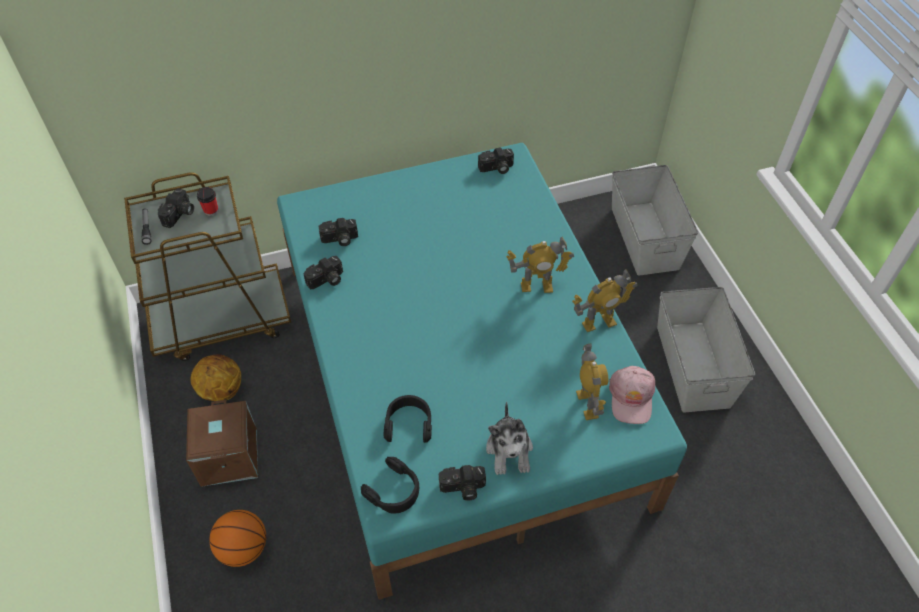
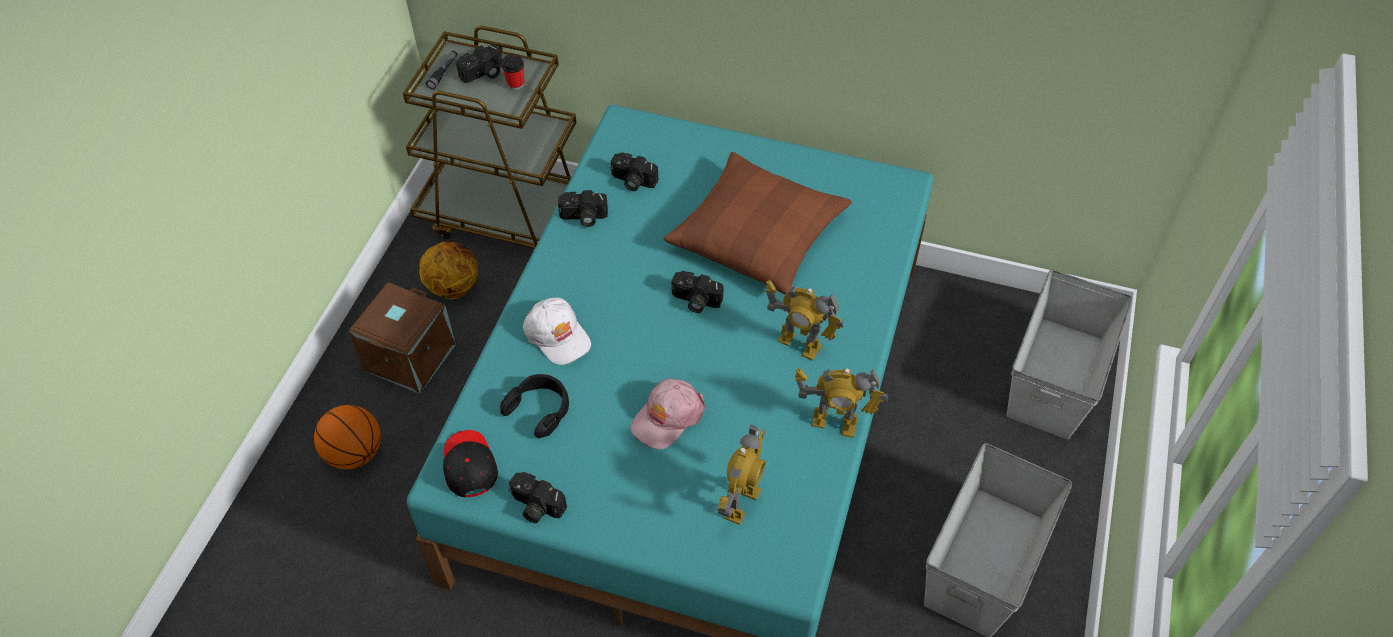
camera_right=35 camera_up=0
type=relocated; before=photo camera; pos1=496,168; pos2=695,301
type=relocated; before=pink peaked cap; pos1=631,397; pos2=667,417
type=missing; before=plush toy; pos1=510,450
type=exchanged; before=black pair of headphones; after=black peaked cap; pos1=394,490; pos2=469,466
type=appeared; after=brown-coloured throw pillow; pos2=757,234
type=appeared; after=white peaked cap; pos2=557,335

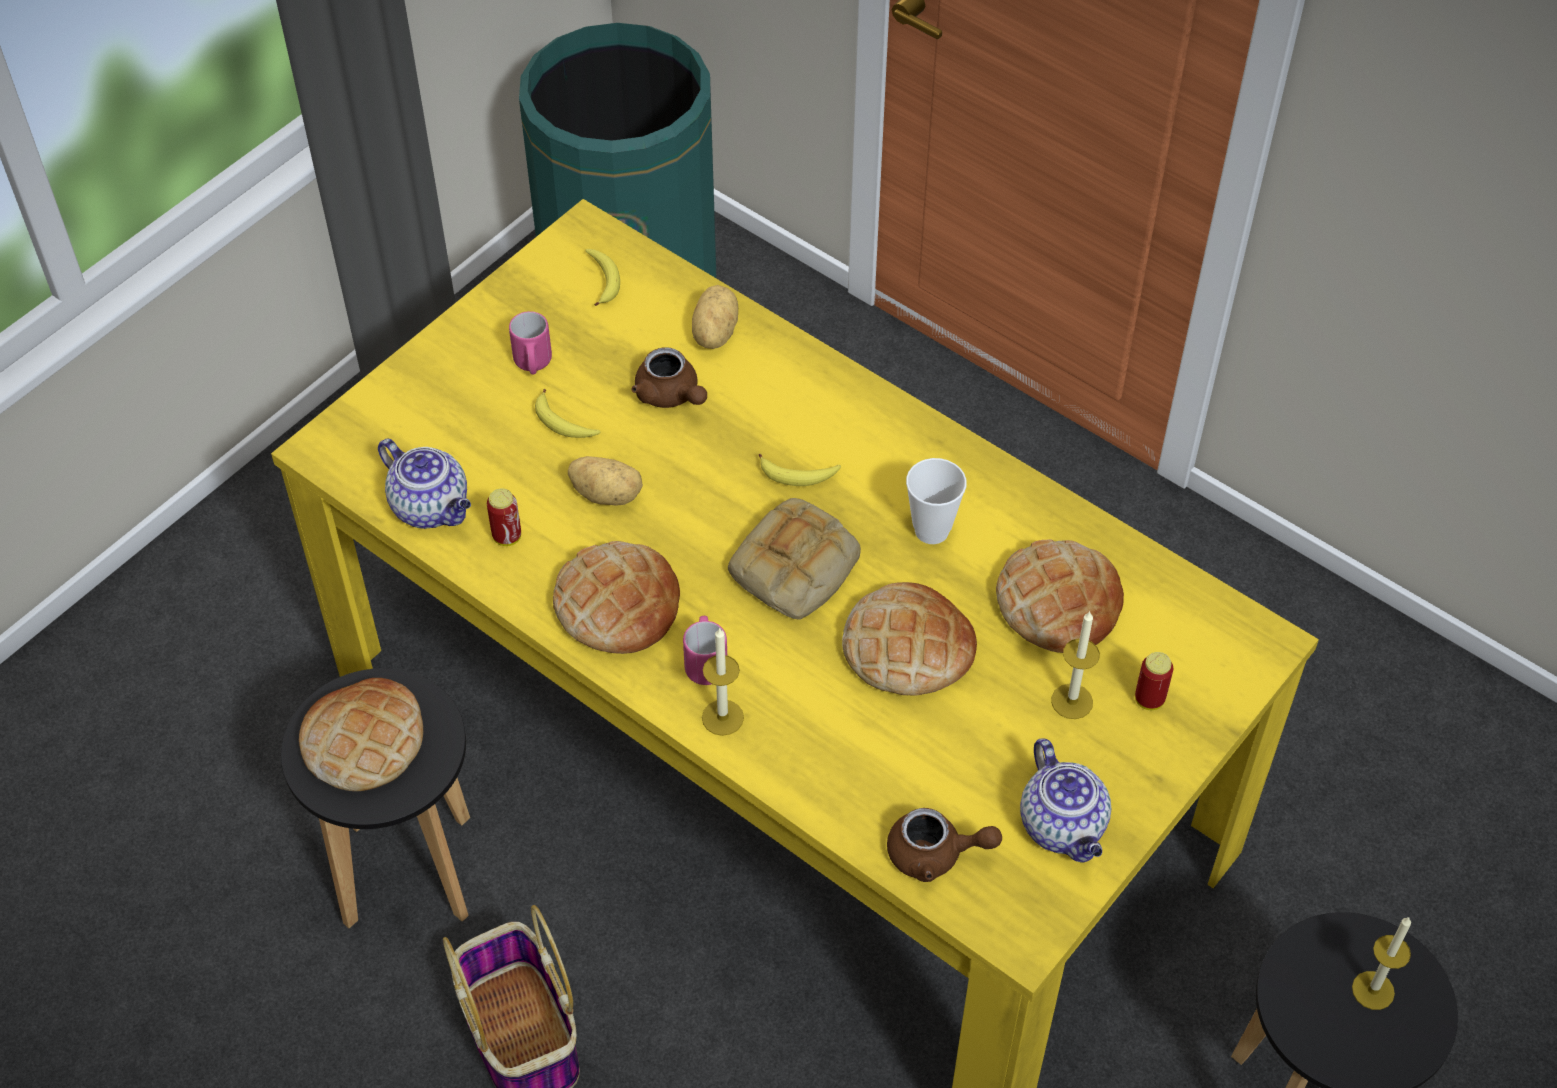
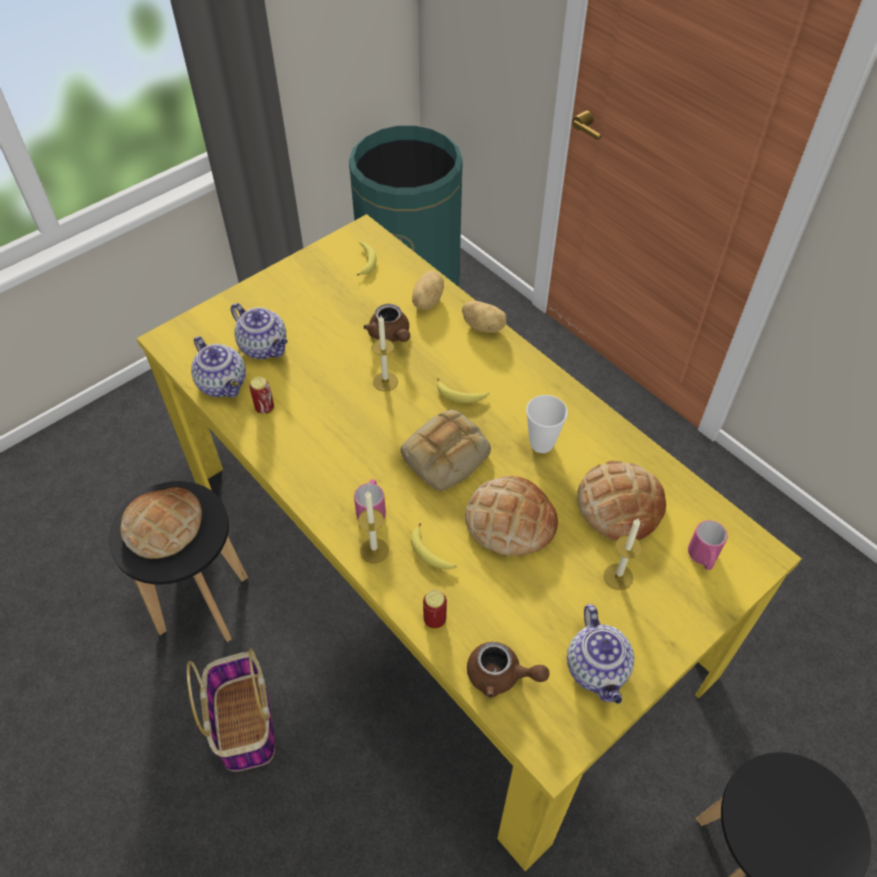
camera_right=10 camera_up=0
type=relocated; before=pink mug; pos1=533,364; pos2=703,558
type=relocated; before=whole banana; pos1=563,423; pos2=430,553
type=relocated; before=whole potato; pos1=607,493; pos2=484,326
type=missing; before=bakery bread; pos1=617,604
type=relocated; before=metal can; pos1=1149,699; pos2=435,620
type=relocated; before=wax light; pos1=1373,990; pos2=385,381
type=appeared; after=pot for tea; pos2=265,347

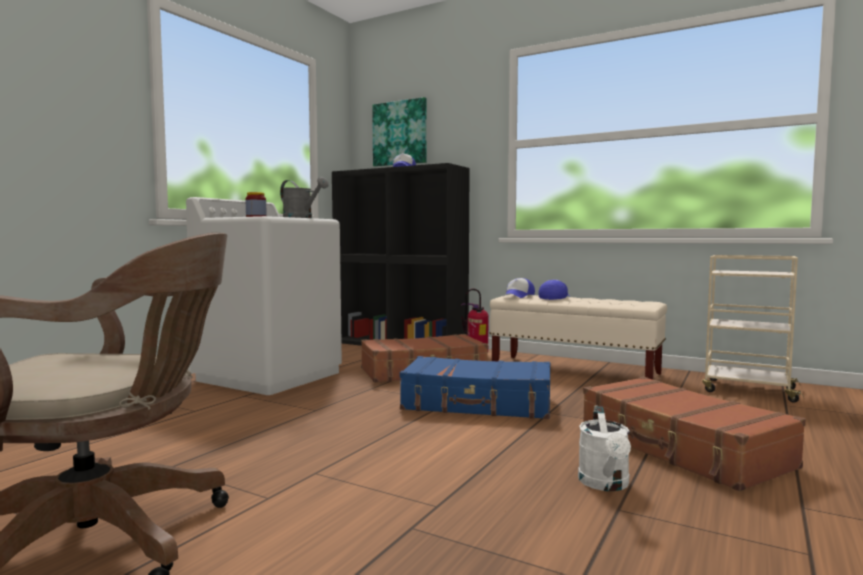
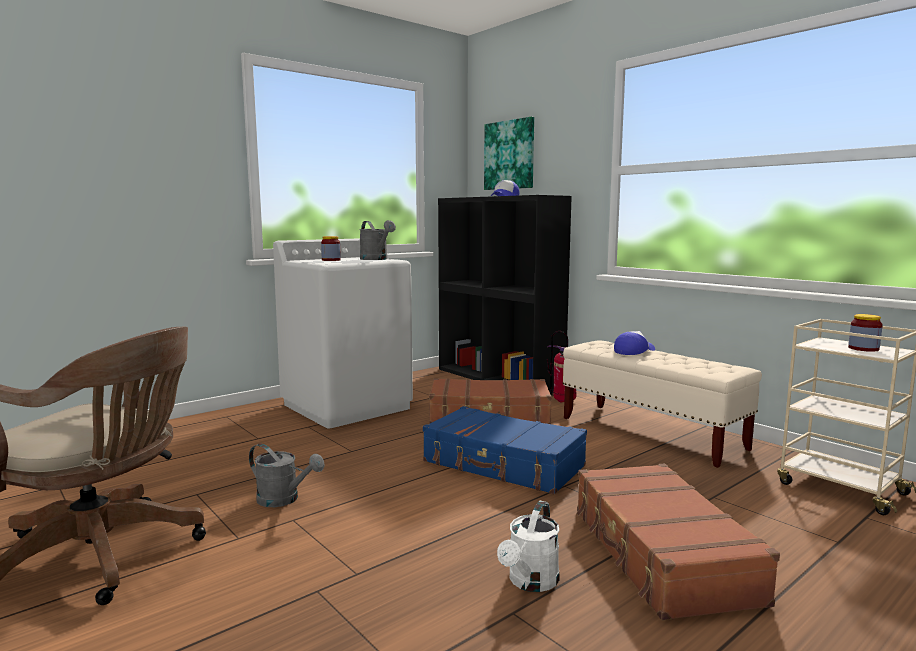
camera_right=20 camera_up=5
type=missing; before=peaked cap; pos1=518,296
type=appeared; after=jar; pos2=863,348
type=appeared; after=grey sprinkling can; pos2=284,500

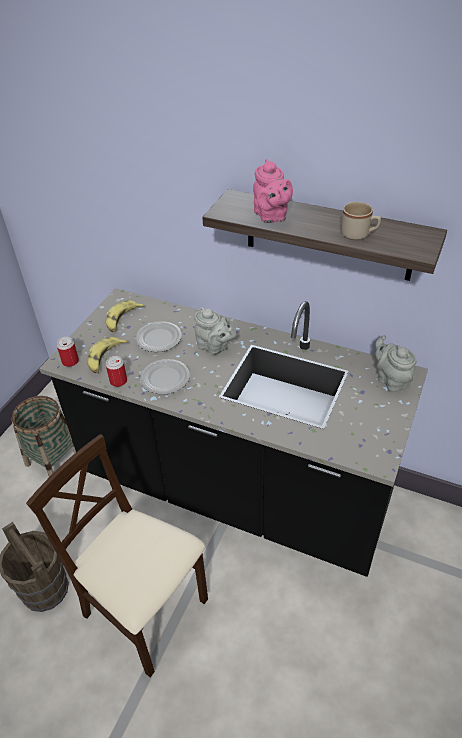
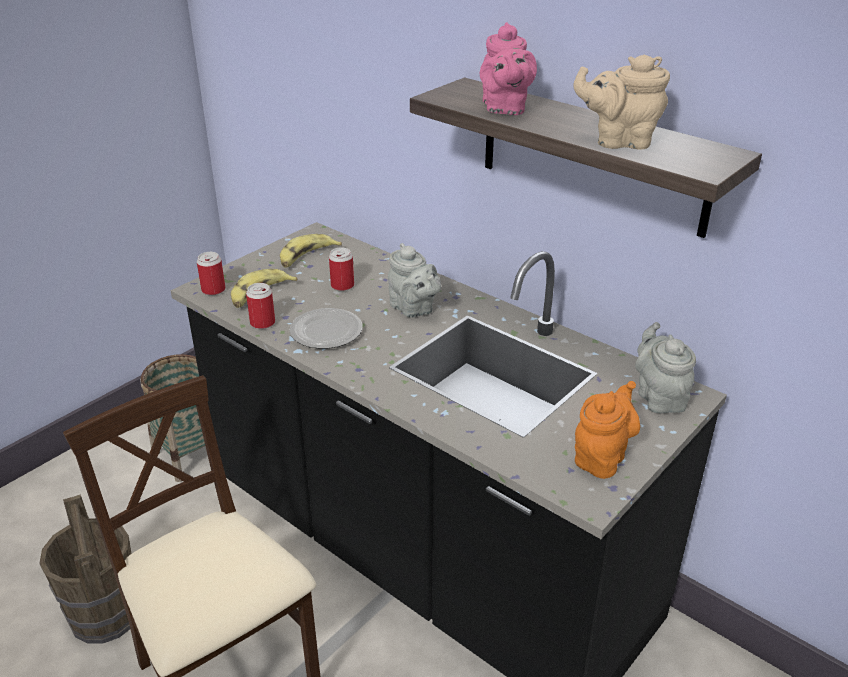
camera_right=15 camera_up=-10
type=exchanged; before=beige mug; after=beige pot for tea; pos1=359,235; pos2=619,141
type=exchanged; before=plate; after=metal can; pos1=158,338; pos2=342,286
type=appeared; after=orange-coloured pot for tea; pos2=602,457

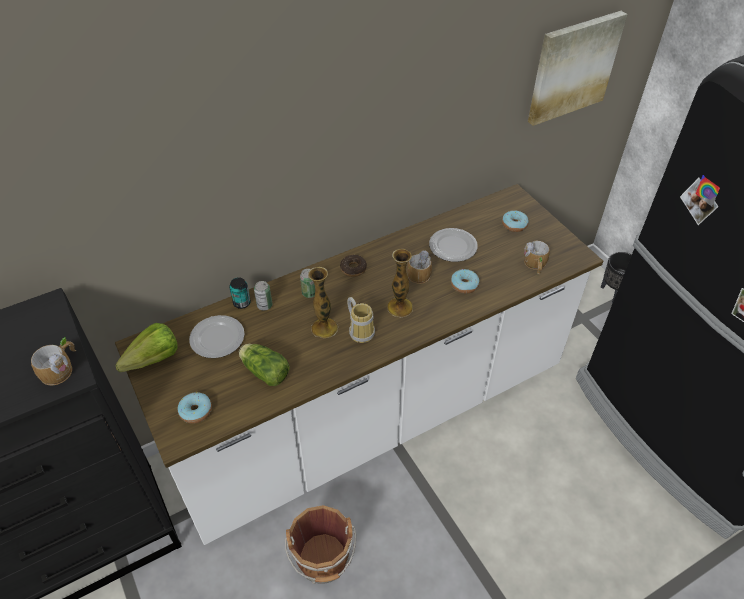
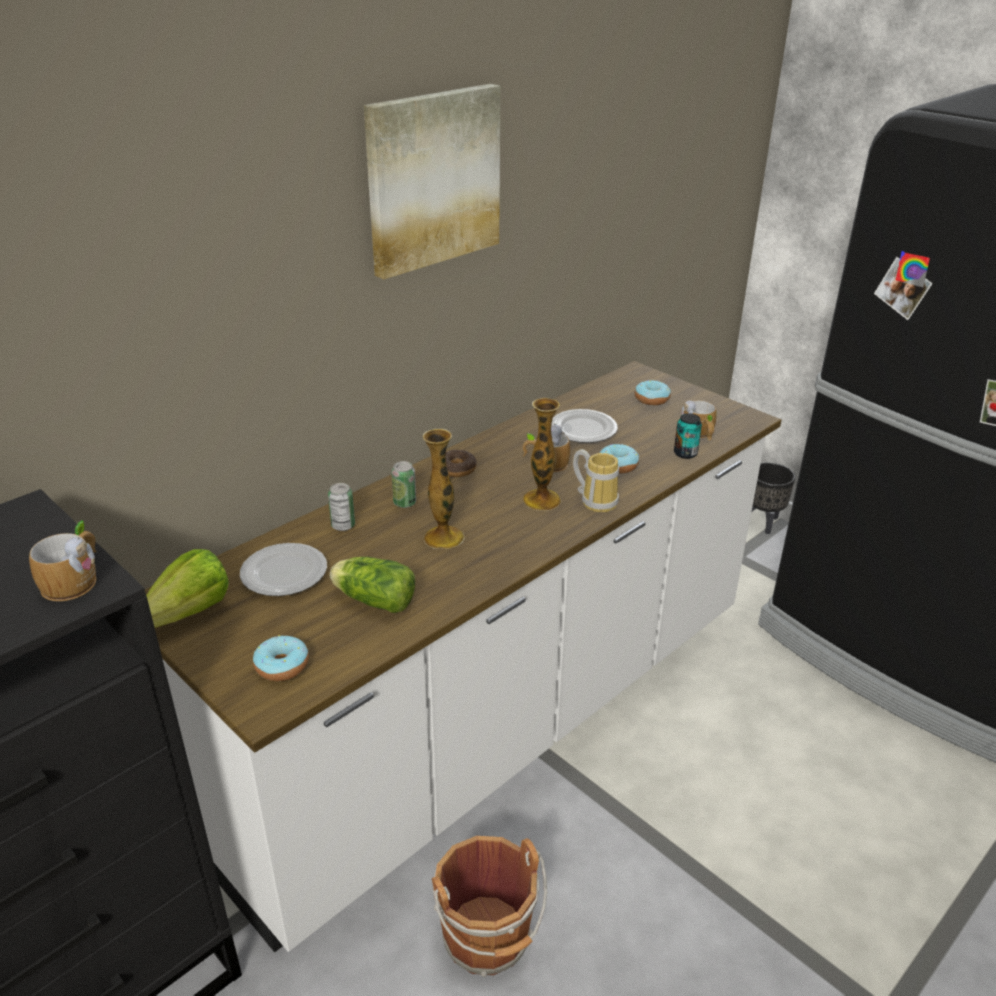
camera_right=-15 camera_up=-15
type=relocated; before=wall picture; pos1=572,67; pos2=432,179
type=relocated; before=metal can; pos1=242,303; pos2=685,453
type=relocated; before=mug; pos1=361,330; pos2=596,500

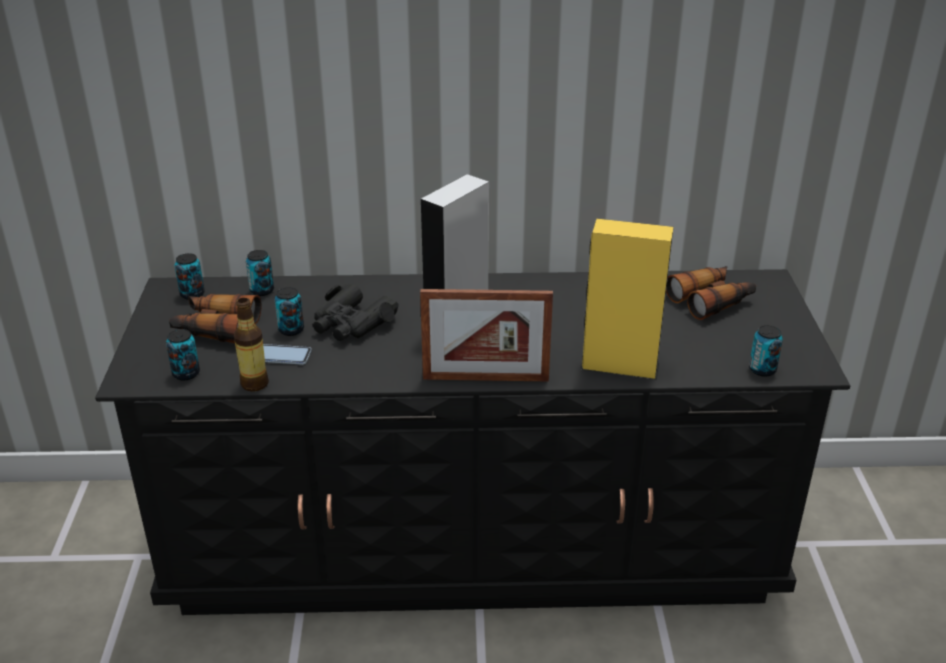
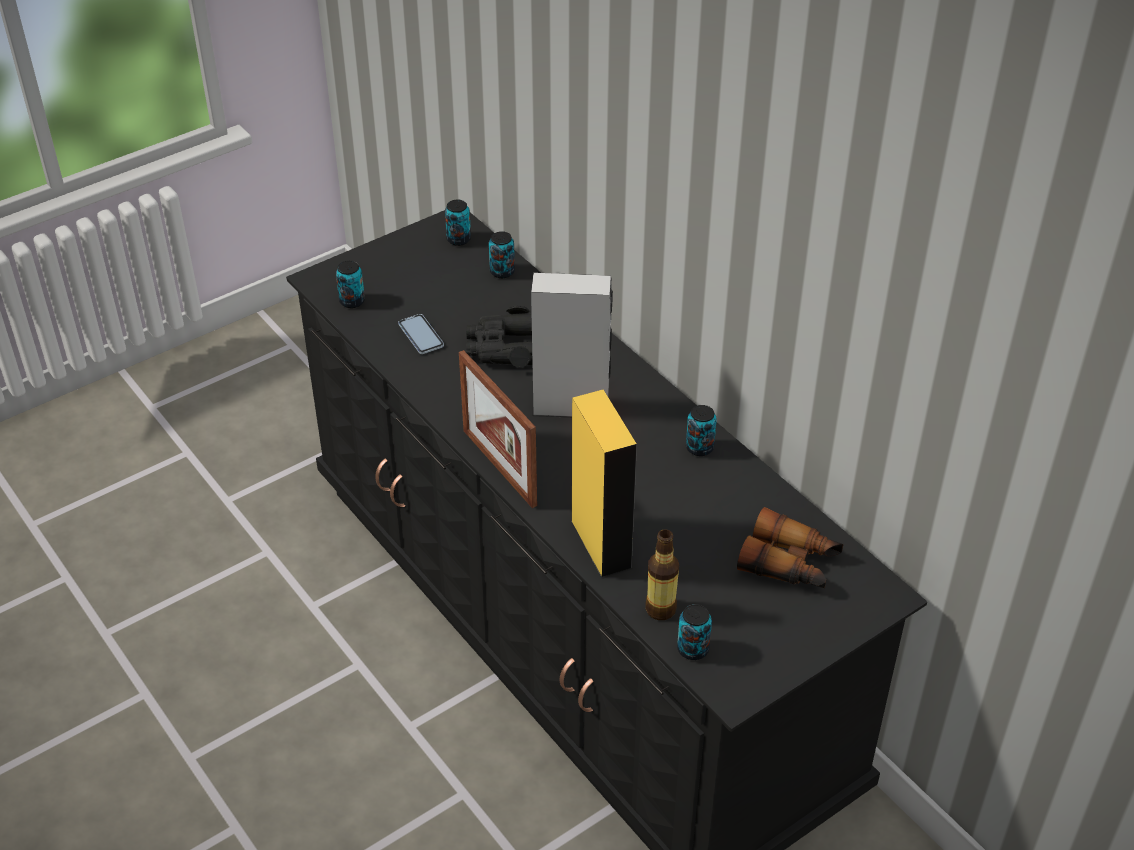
camera_right=55 camera_up=10
type=relocated; before=metal can; pos1=291,330; pos2=699,448
type=missing; before=pair of binoculars; pos1=216,328
type=relocated; before=bottle; pos1=254,384; pos2=660,609

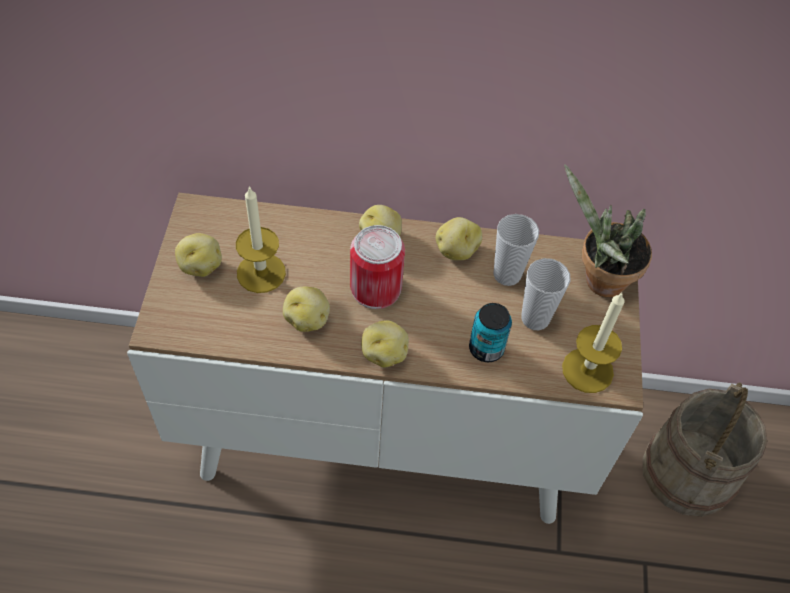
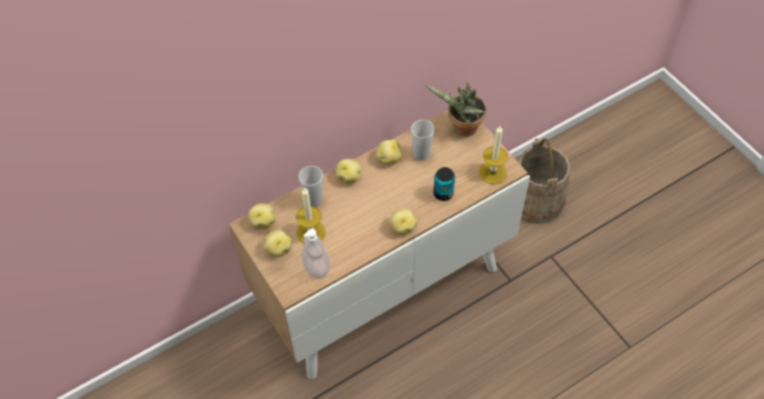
camera_right=-35 camera_up=0
type=missing; before=metal can; pos1=376,288
type=relocated; before=cup; pos1=535,318; pos2=314,200
type=relocated; before=whole potato; pos1=307,319; pos2=263,221
type=appeared; after=liquid soap bottle; pos2=316,267

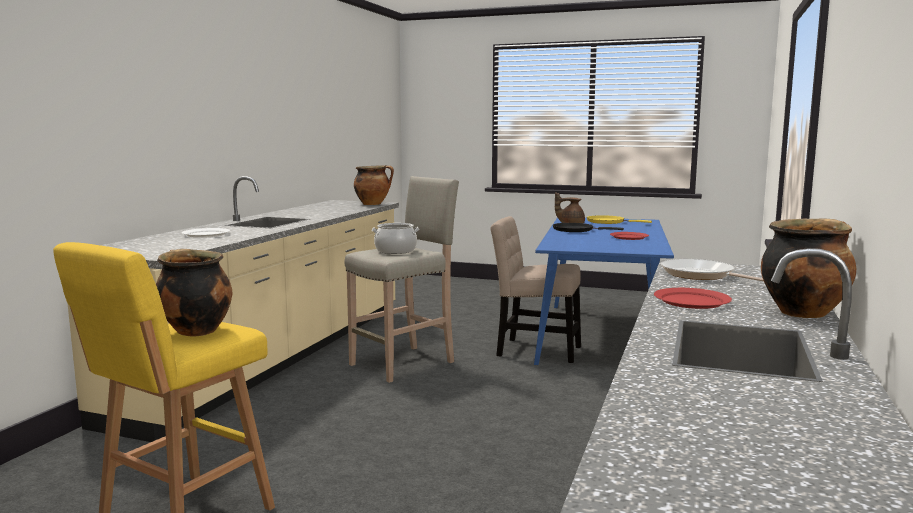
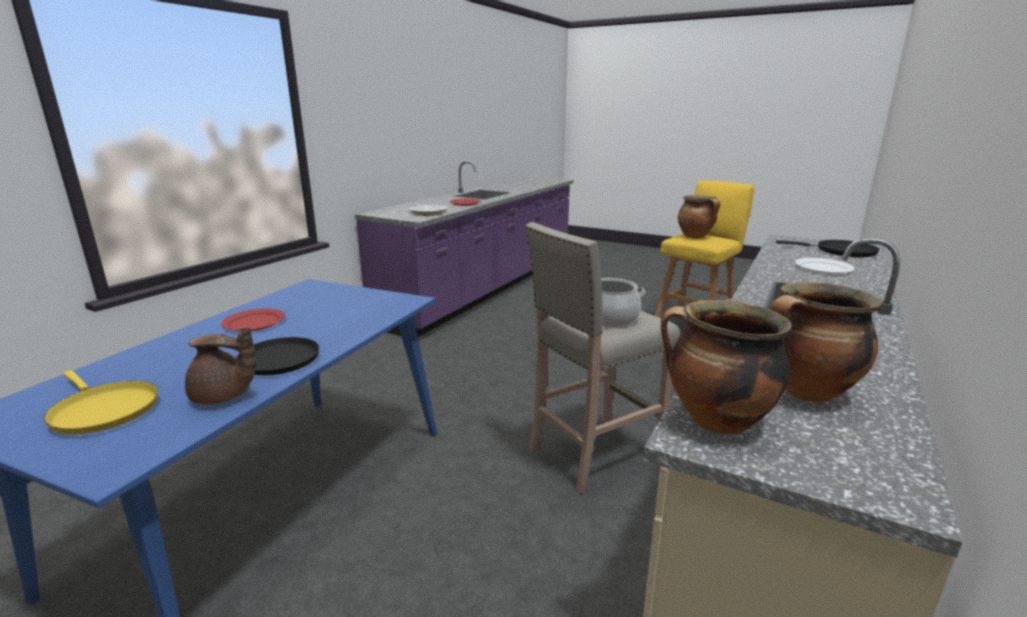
camera_right=-170 camera_up=10
type=missing; before=beige plain chair; pos1=534,350
type=relocated; before=saucepot; pos1=803,312; pos2=805,392
type=appeared; after=black pan; pos2=841,252

